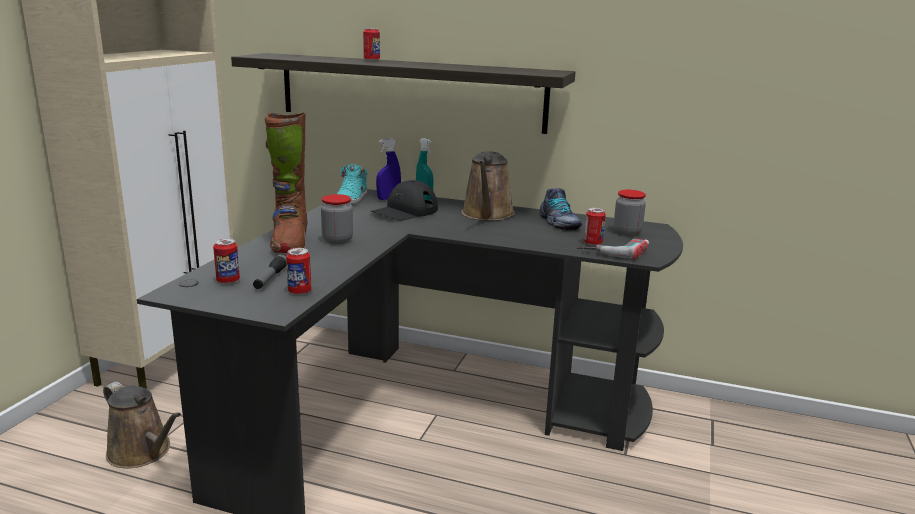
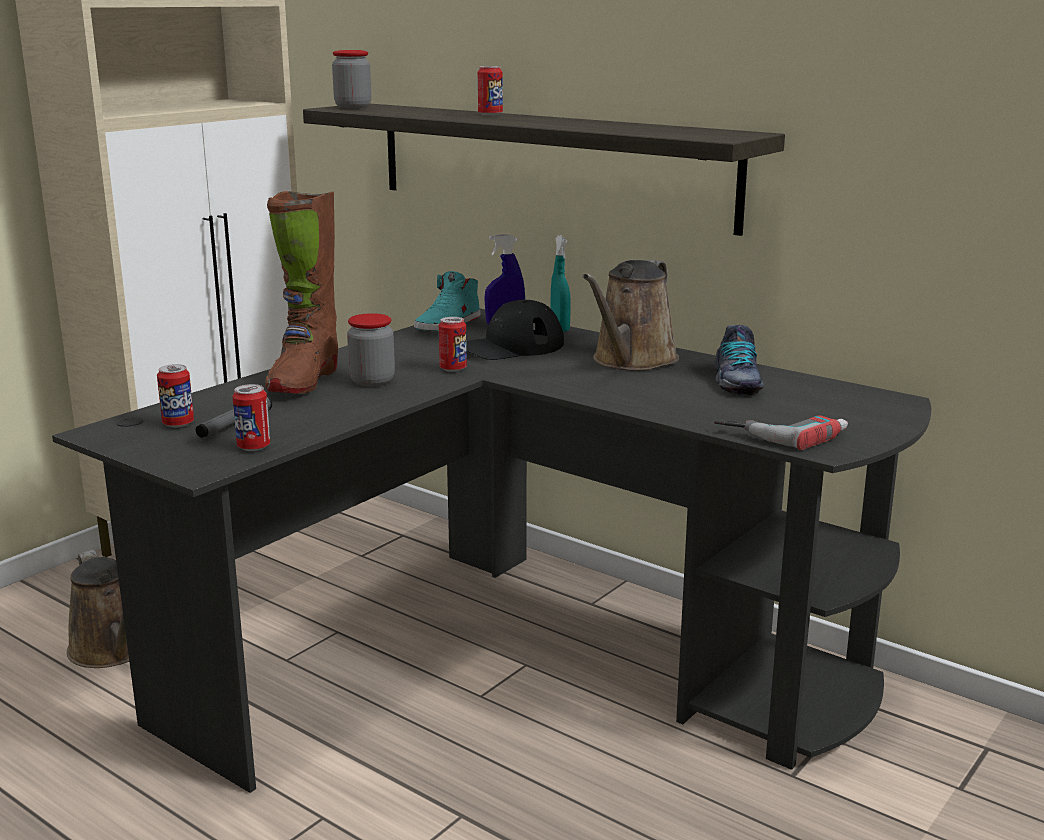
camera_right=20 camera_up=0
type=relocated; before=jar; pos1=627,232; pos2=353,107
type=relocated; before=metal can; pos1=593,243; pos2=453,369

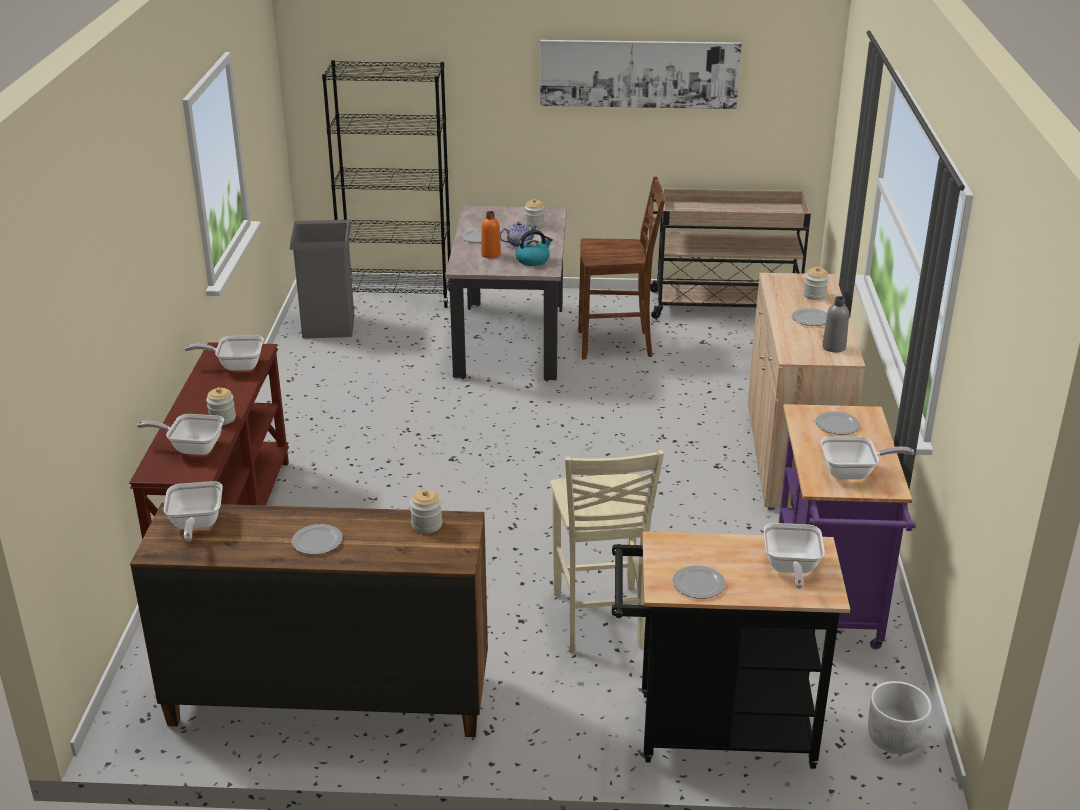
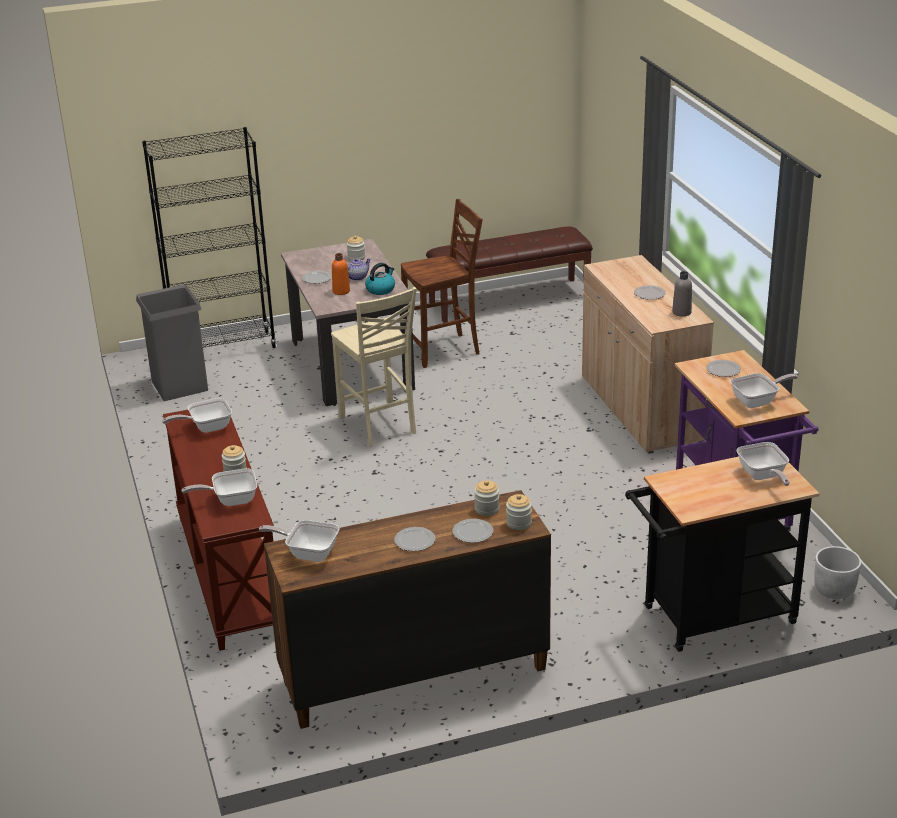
camera_right=-20 camera_up=0
type=missing; before=wall picture; pos1=639,73
type=exchanged; before=beige trolley; after=brown-coloured long seat; pos1=724,306; pos2=509,299
type=relocated; before=jar; pos1=814,295; pos2=519,523
type=relocated; before=beige plain chair; pos1=599,621; pos2=379,426
type=spun; before=pan; pos1=195,525; pos2=308,553; turn=135
type=relocated; before=plate; pos1=697,584; pos2=472,533

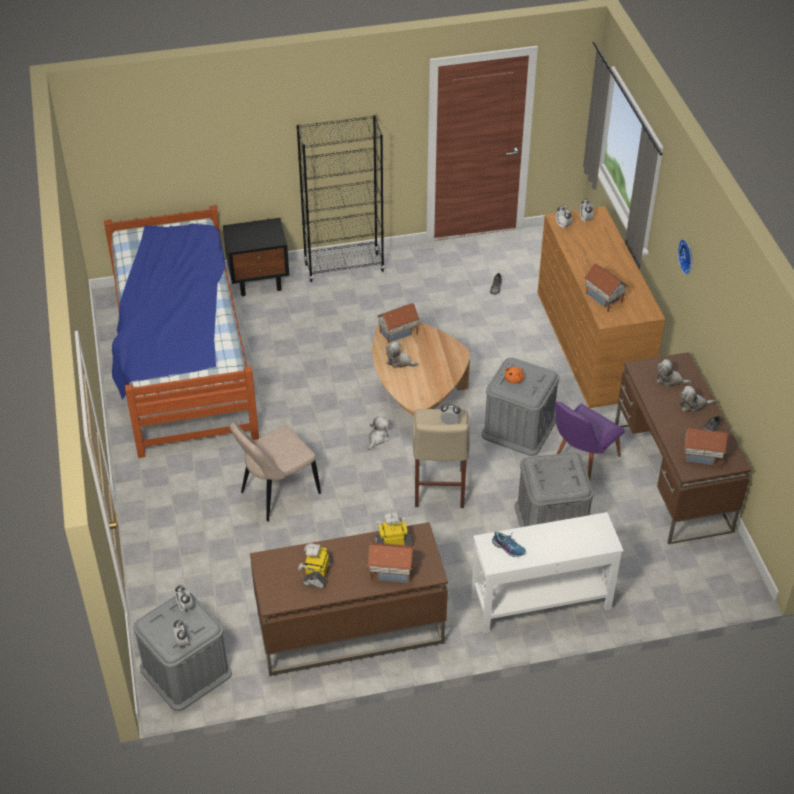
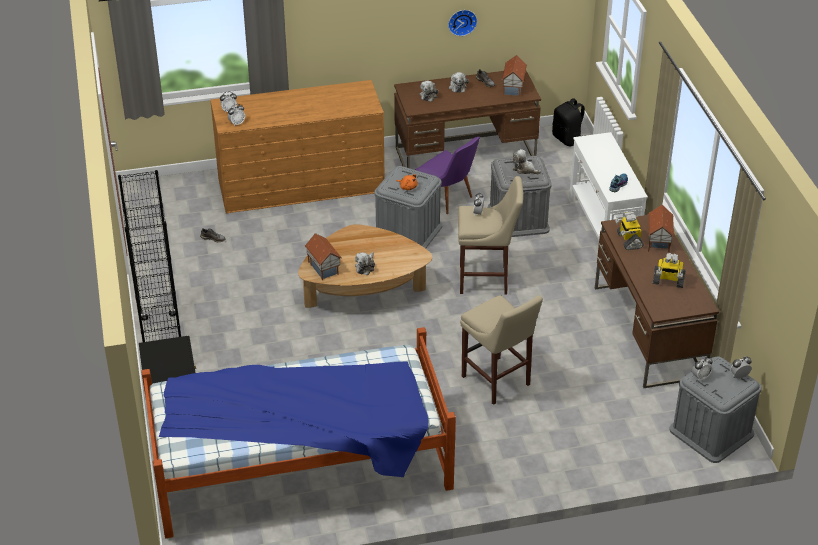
camera_right=-90 camera_up=-5
type=relocated; before=clock on the wall; pos1=687,256; pos2=462,21
type=missing; before=miniature house; pos1=603,298
type=relocated; before=plush toy; pos1=378,438; pos2=524,169
type=exchanged; before=beige plain chair; after=beige stool; pos1=277,494; pos2=497,382
type=appeared; after=black knapsack; pos2=567,139

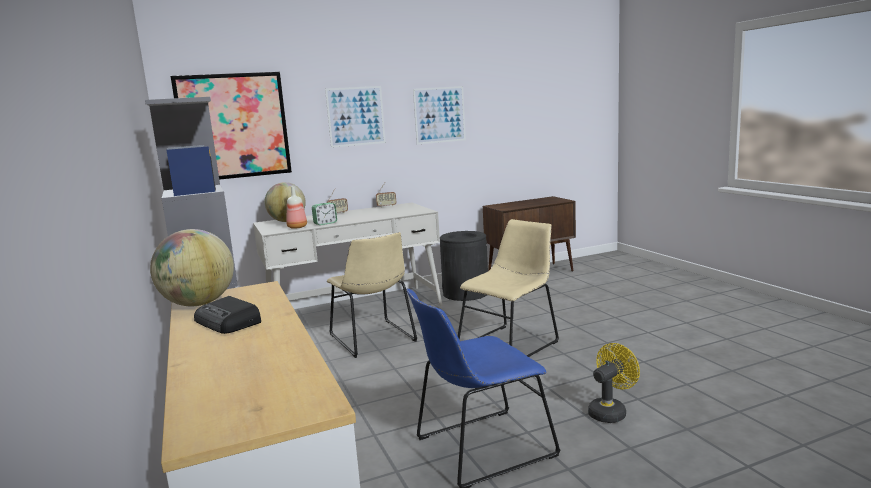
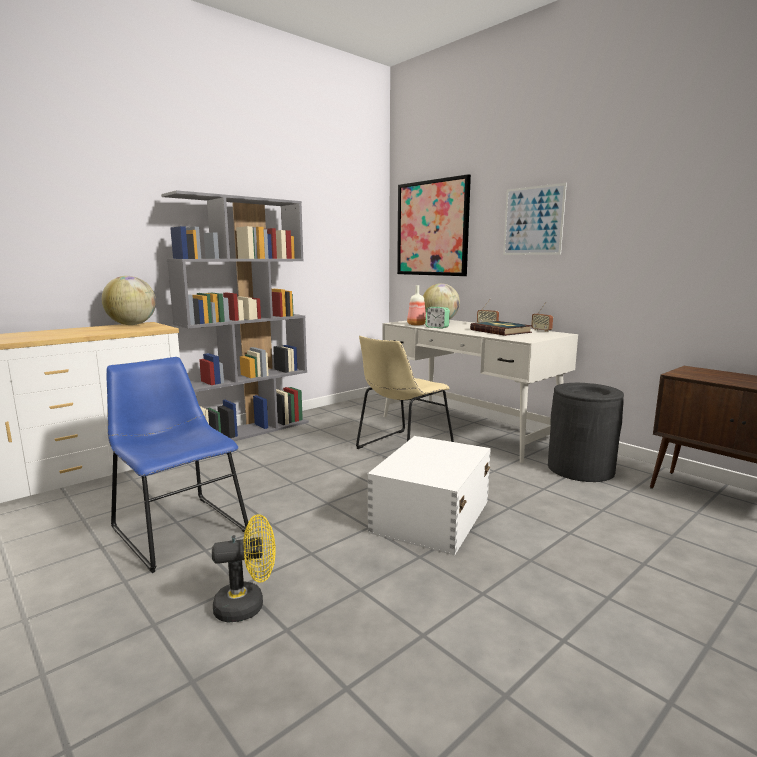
camera_right=70 camera_up=0
type=missing; before=wall picture; pos1=439,115
type=exchanged; before=beige plain chair; after=white storage box; pos1=510,344; pos2=430,516
type=missing; before=radio receiver; pos1=228,322
type=spun; before=yellow-coloured electric fan; pos1=610,411; pos2=247,605; turn=-45
type=appeared; after=volume; pos2=501,331

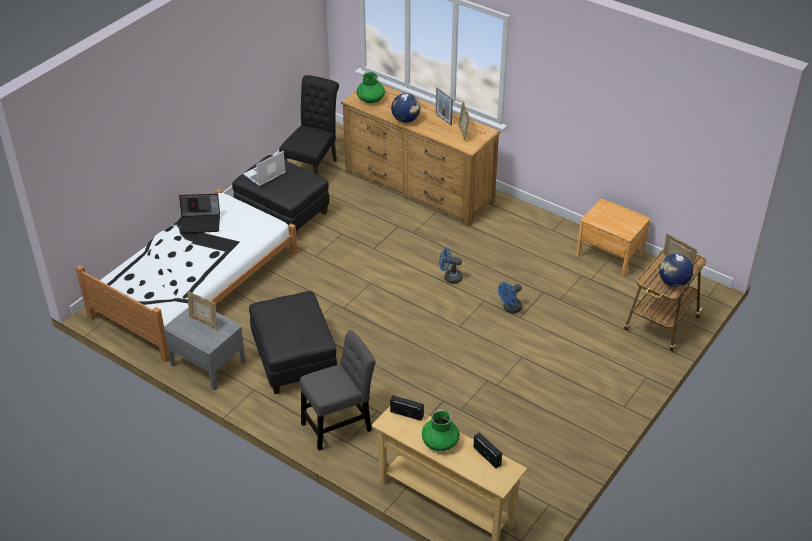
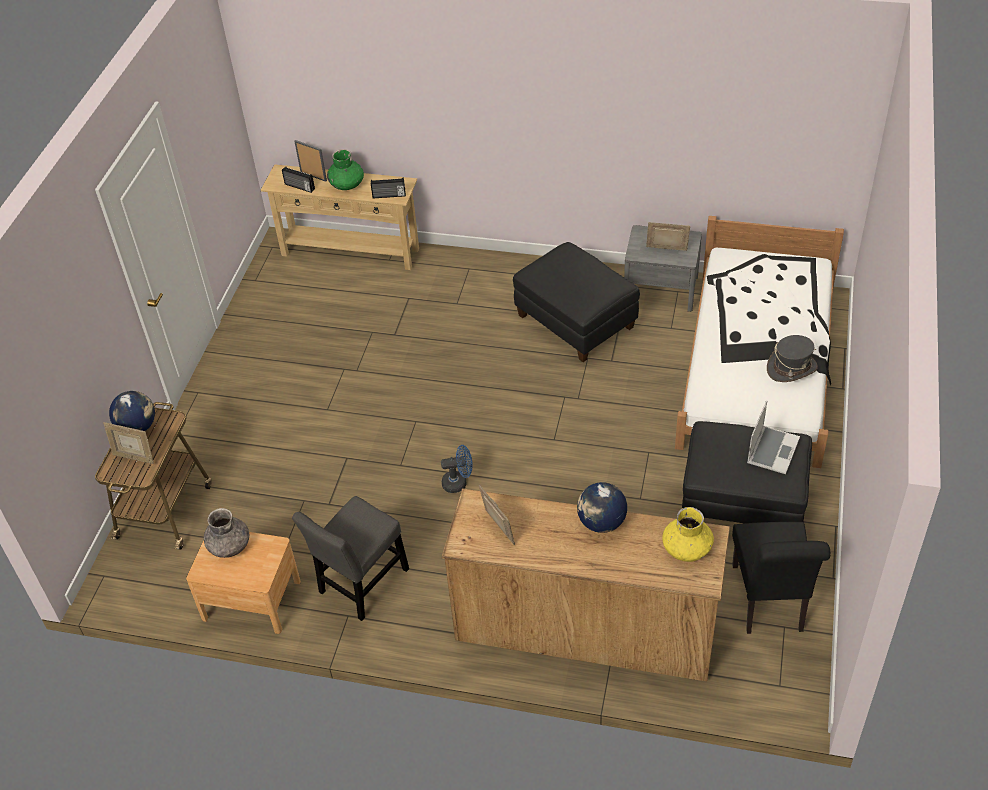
camera_right=160 camera_up=5
type=colour; before=green vase; after=yellow-coloured vase; pos1=371,99; pos2=686,549
type=relocated; before=picture frame; pos1=443,119; pos2=313,176
type=exchanged; before=laptop; after=grey clothing hat; pos1=201,222; pos2=791,368
type=missing; before=bluish electric fan; pos1=510,308
type=relocated; before=grey plain chair; pos1=339,425; pos2=361,584
type=appeared; after=grey vase; pos2=229,545

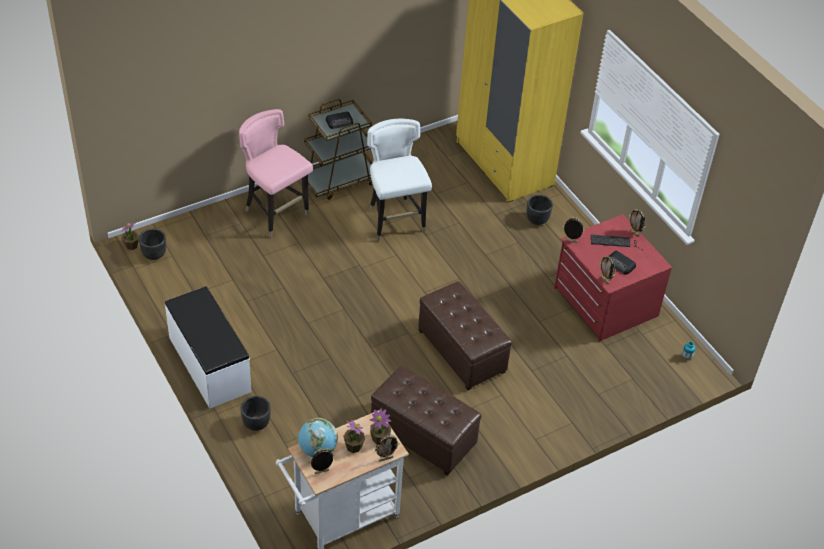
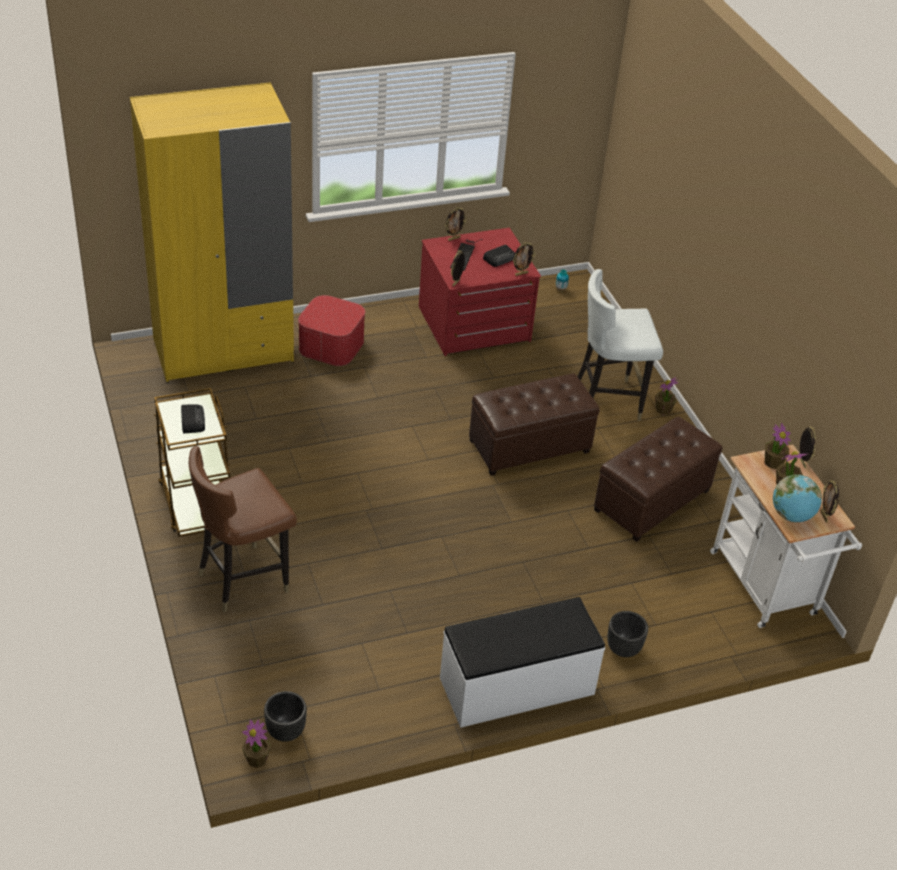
camera_right=-80 camera_up=-5
type=colour; before=pink plain chair; after=brown-coloured plain chair; pos1=276,214; pos2=243,579
type=relocated; before=white plain chair; pos1=395,222; pos2=608,400
type=exchanged; before=black plant pot; after=ottoman; pos1=537,220; pos2=331,345
type=appeared; after=houseplant; pos2=663,409

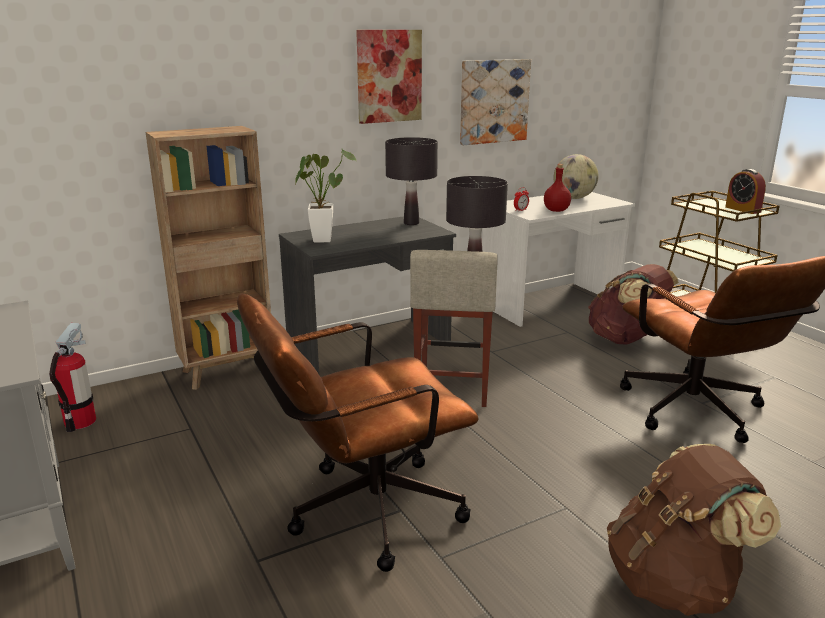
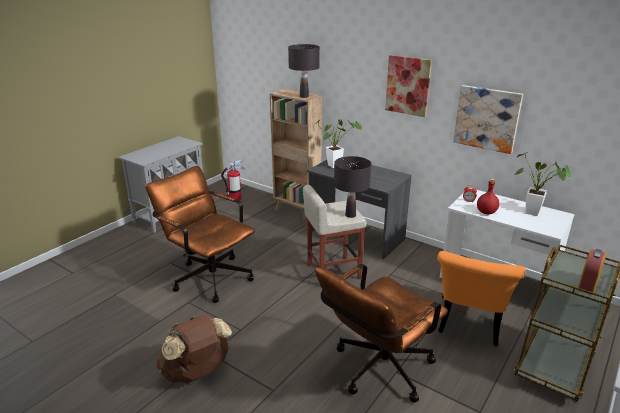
camera_right=65 camera_up=5
type=relocated; before=black lamp for a table; pos1=411,223; pos2=304,96
type=exchanged; before=desk globe; after=houseplant; pos1=574,198; pos2=536,213
type=exchanged; before=brown-coloured knapsack; after=orange-coloured plain chair; pos1=626,339; pos2=468,325

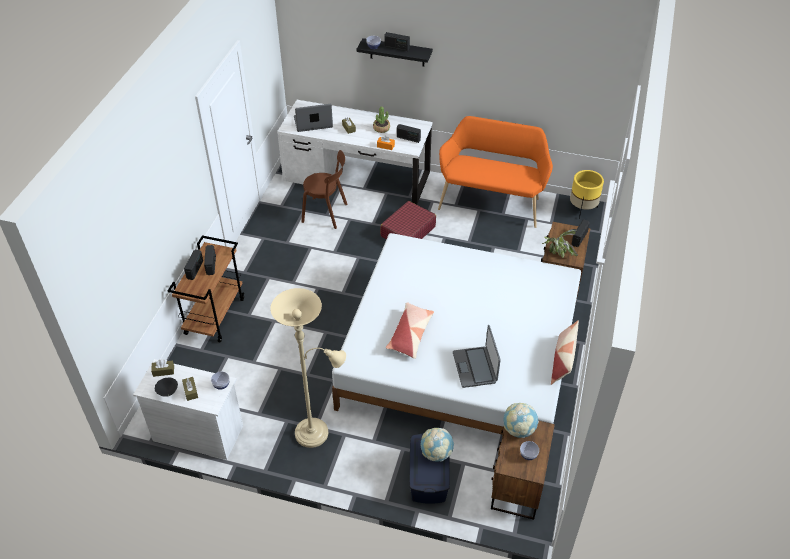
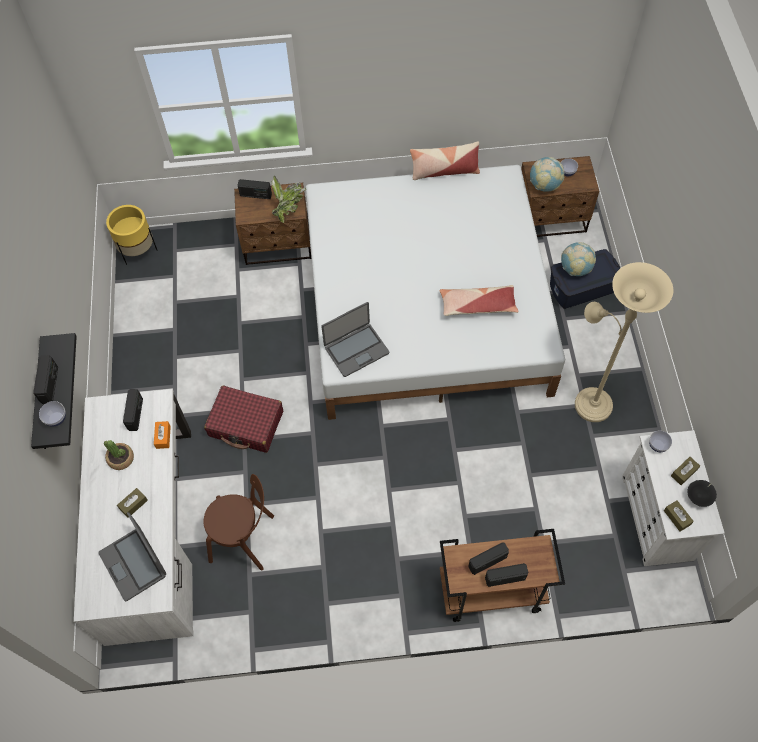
camera_right=-110 camera_up=15
type=missing; before=orange-coloured long seat; pos1=491,202
type=spun; before=brown-coloured plain chair; pos1=327,213; pos2=245,539; turn=105
type=relocated; before=laptop; pos1=475,367; pos2=356,350

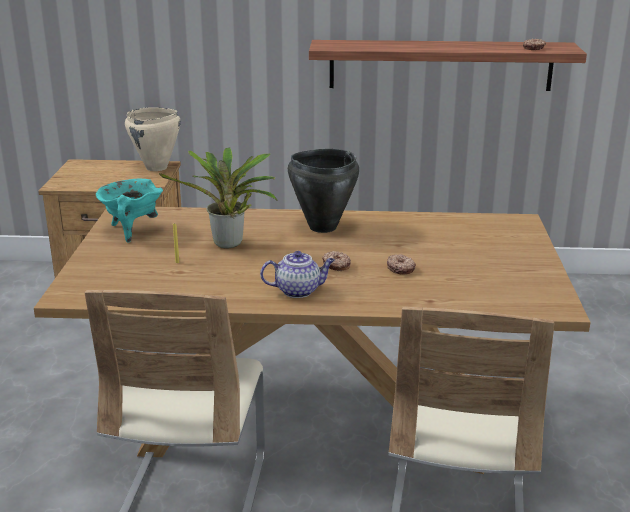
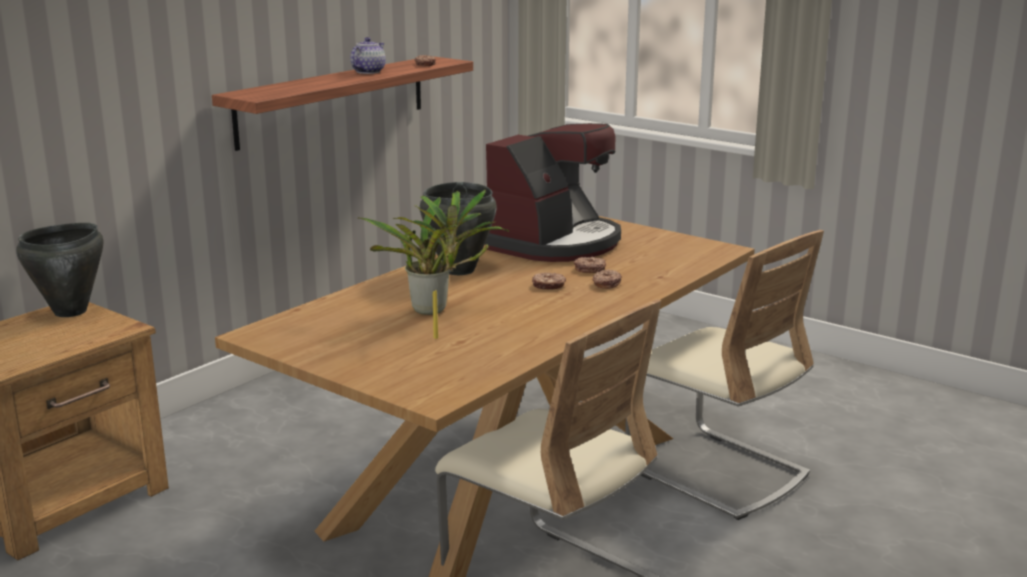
camera_right=-55 camera_up=-5
type=colour; before=beige saucepot; after=black saucepot; pos1=156,168; pos2=71,312
type=missing; before=turquoise-coloured saucepot; pos1=132,231
type=relocated; before=pot for tea; pos1=298,291; pos2=368,72
type=appeared; after=coffee maker; pos2=555,243
type=appeared; after=donut; pos2=606,284

